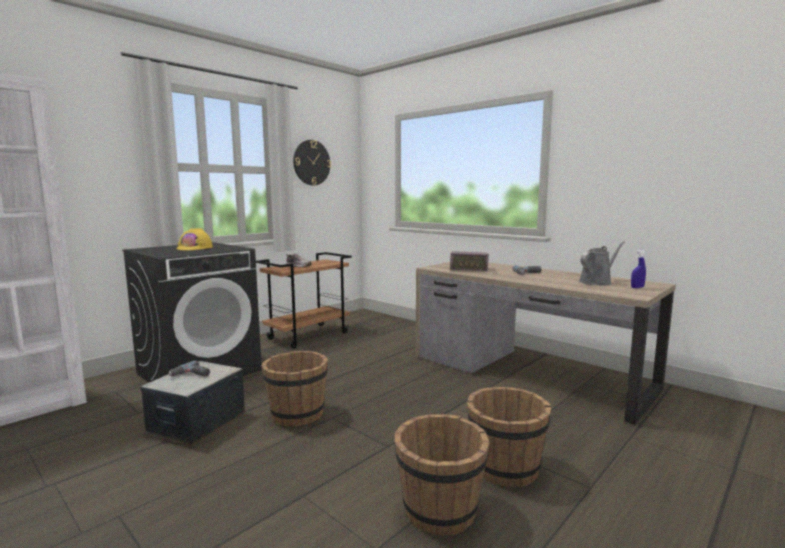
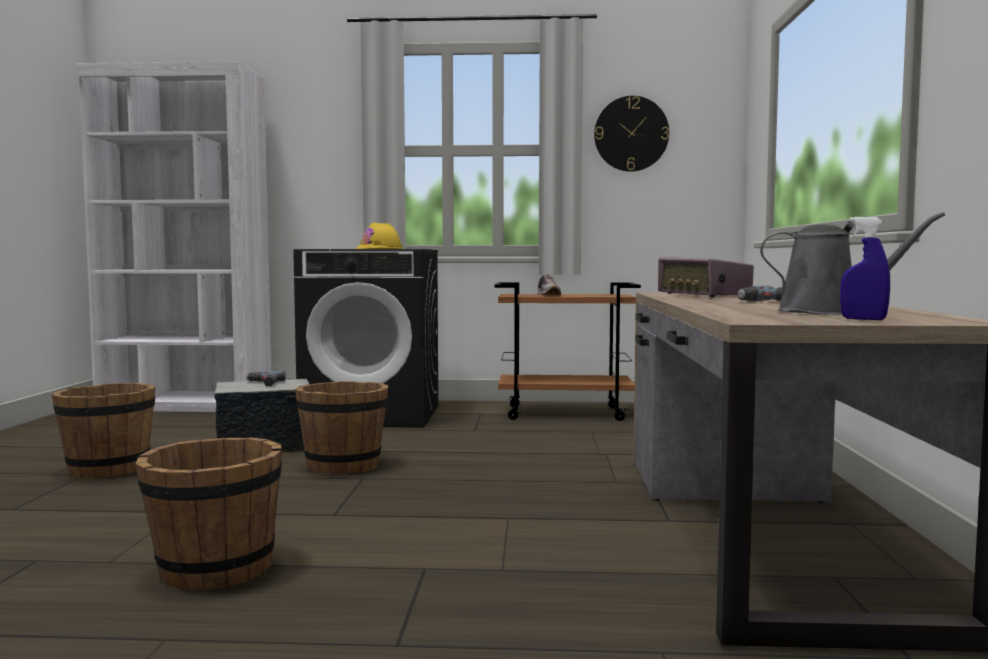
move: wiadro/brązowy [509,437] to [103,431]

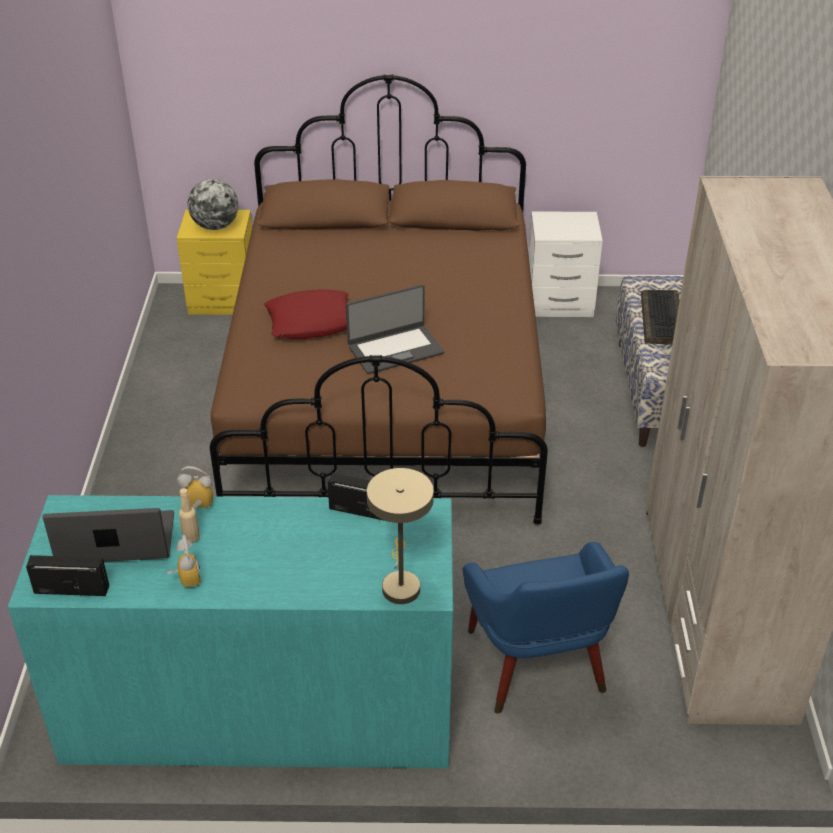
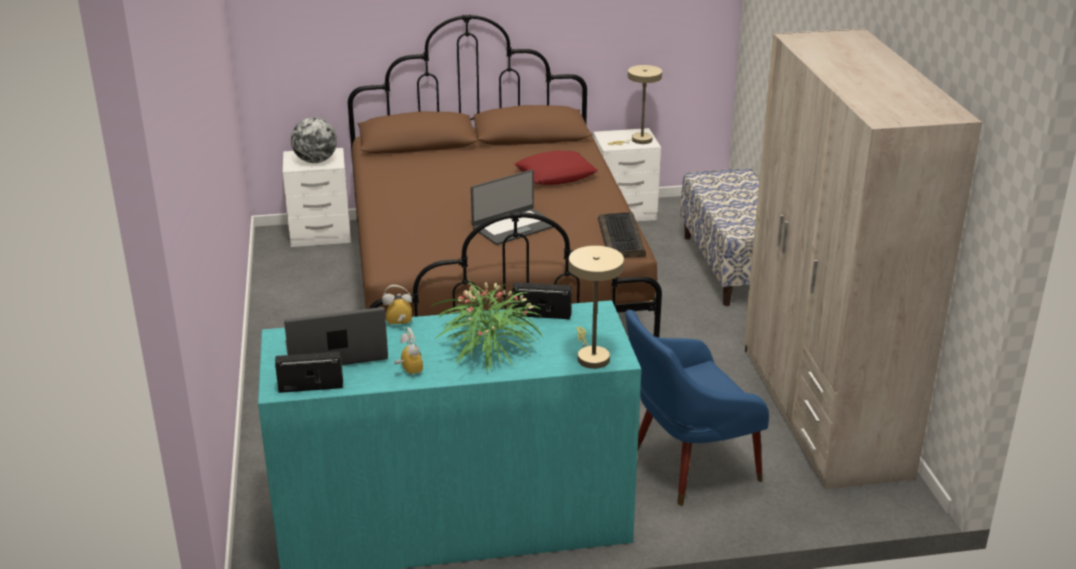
delete: butelka/beżowy [189,515]
insert: roślina doniczkowa [486,324]; lampa stołowa/beżowy [635,105]
move: poduszka/czerwony [306,314] to [556,168]; klawiatura [660,317] to [622,234]
recolor: szafka nocna/żółty [214,262] to szafka nocna/biały [317,197]
rotate: fotel/niebieski [546,628] = [697,408] 90 degrees clockwise

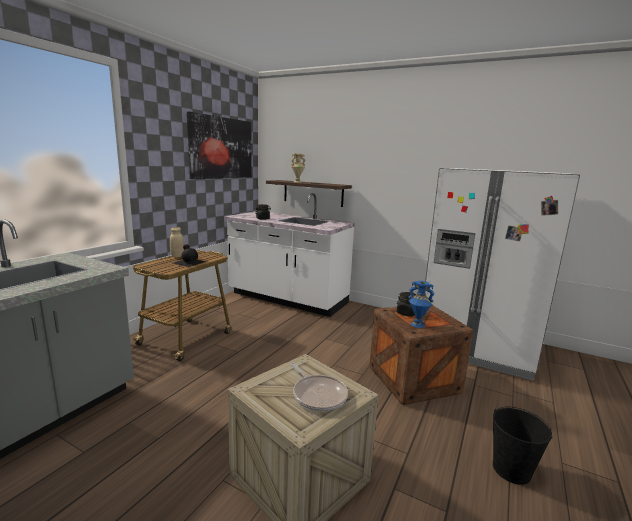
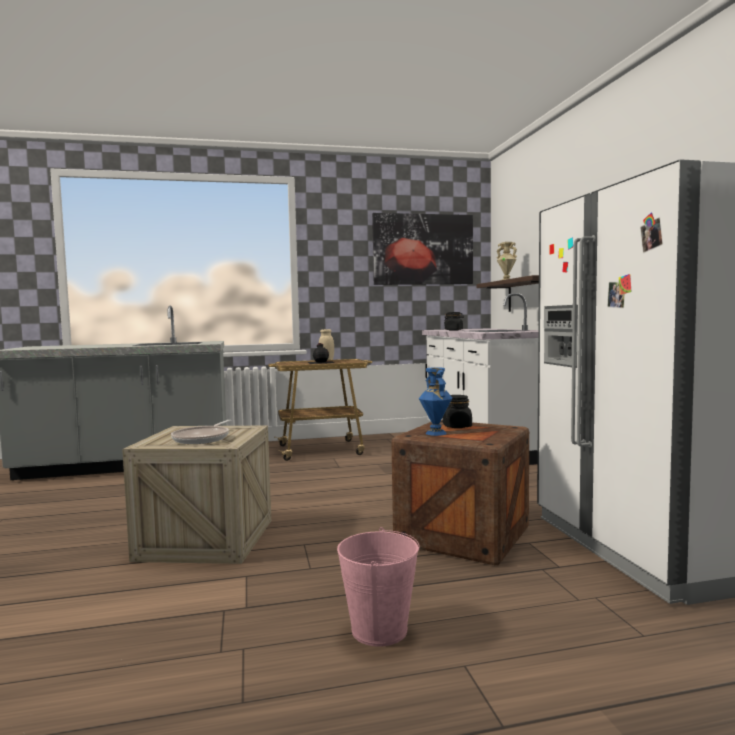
recolor: wiadro/czarny [522,446] to wiadro/różowy [378,587]

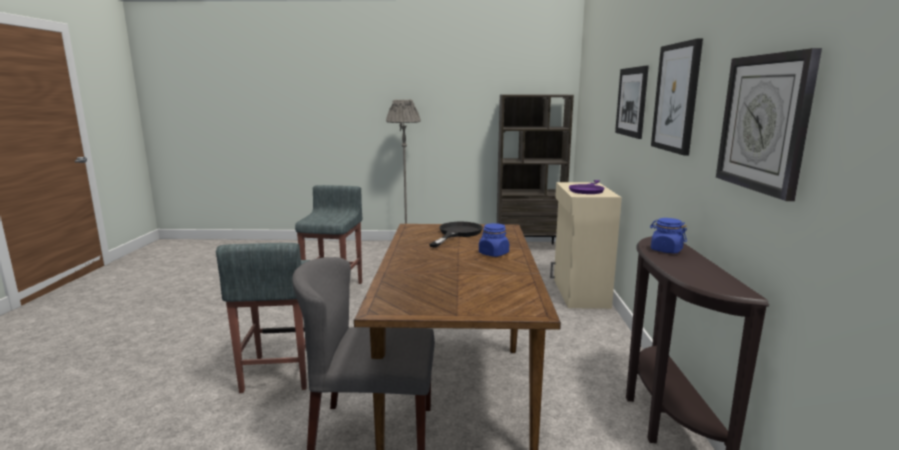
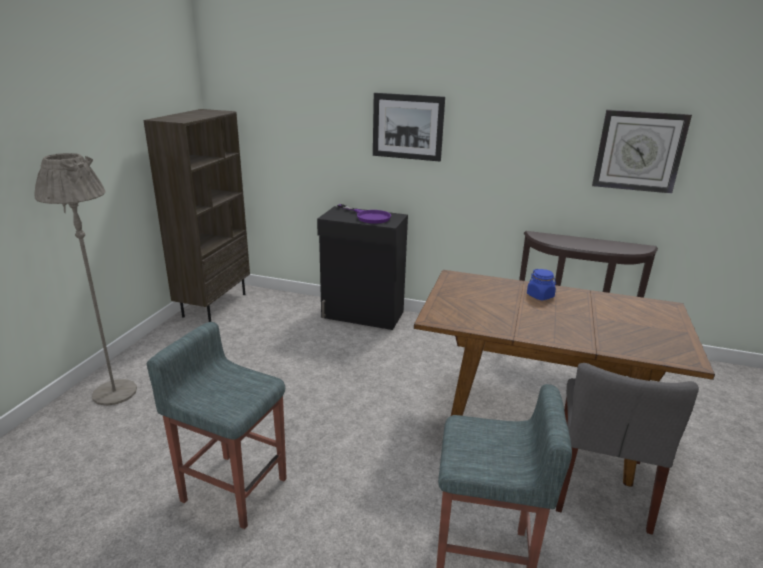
delete: patelnia/czarny [456,235]; słoik/niebieski [668,235]; obraz [677,97]
recolor: szafka/beżowy [586,245] to szafka/czarny [362,268]

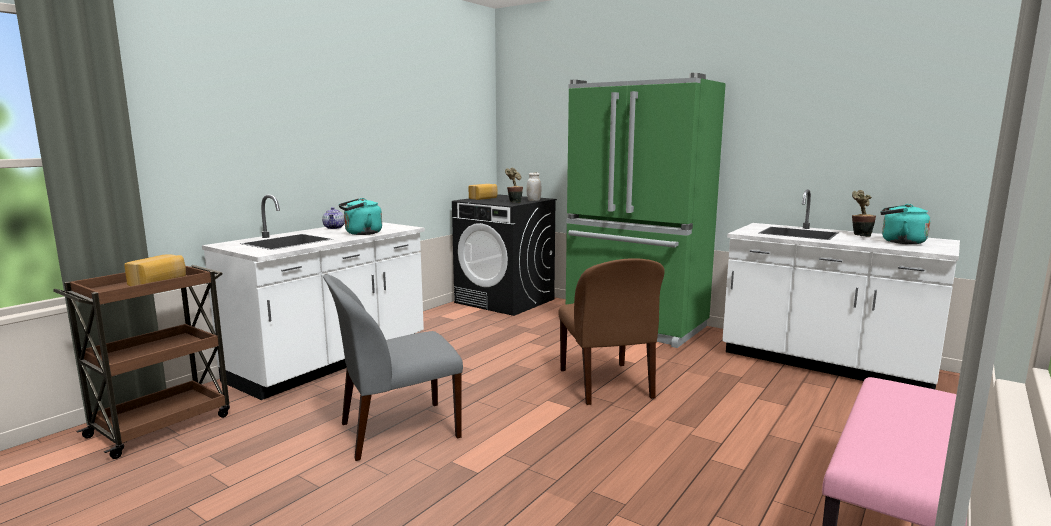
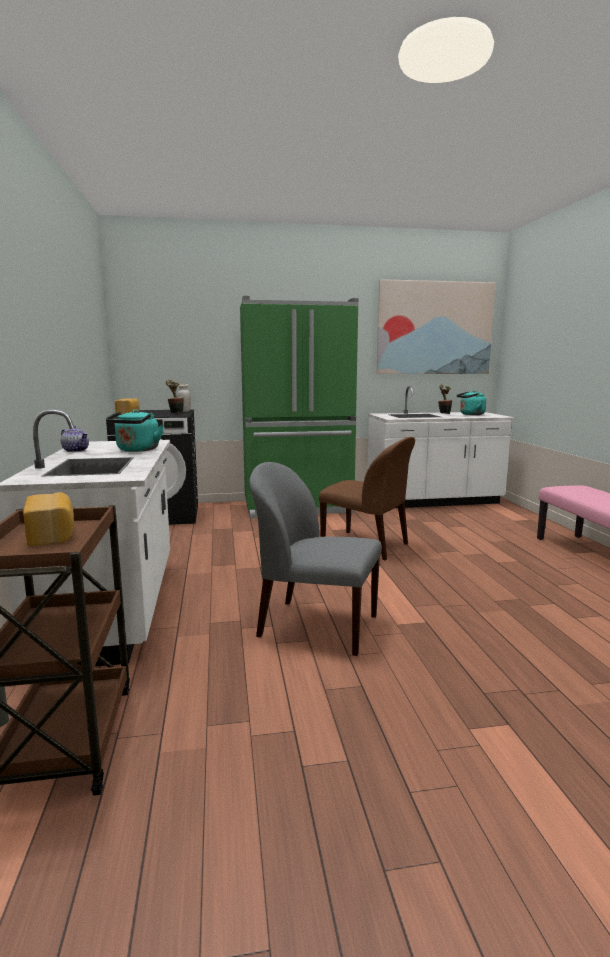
insert: obraz [436,326]
rotate: krzesło/szary [393,368] = [315,559] 90 degrees clockwise

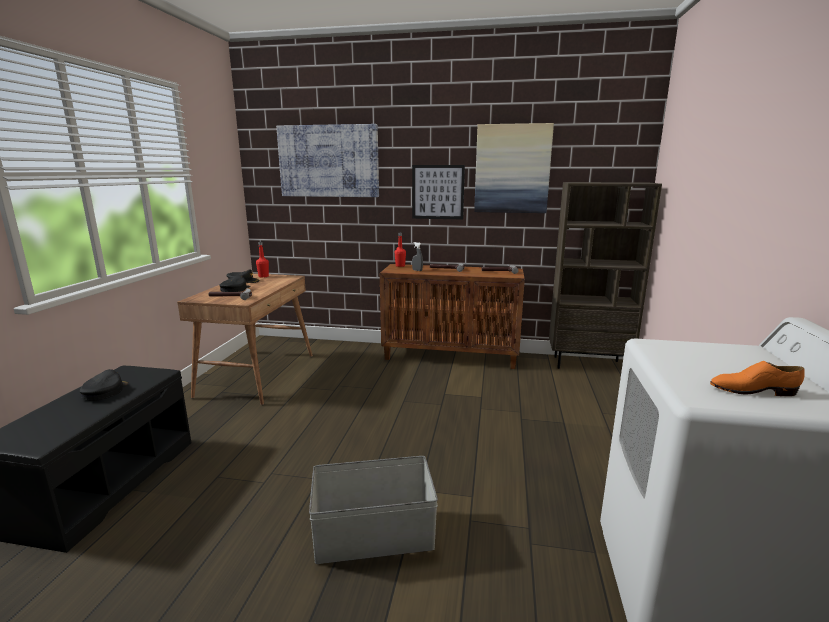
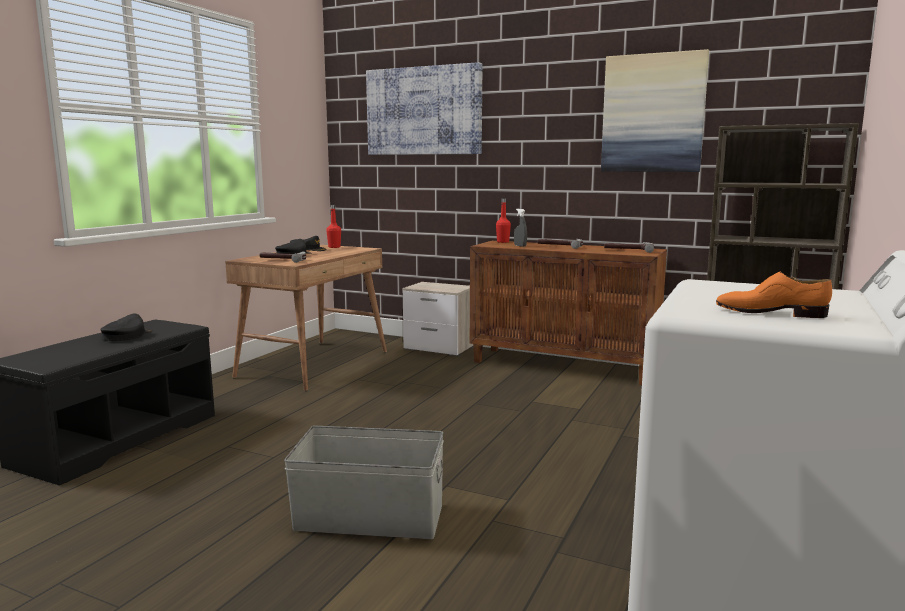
delete: obraz [438,192]
insert: szafka nocna [437,319]

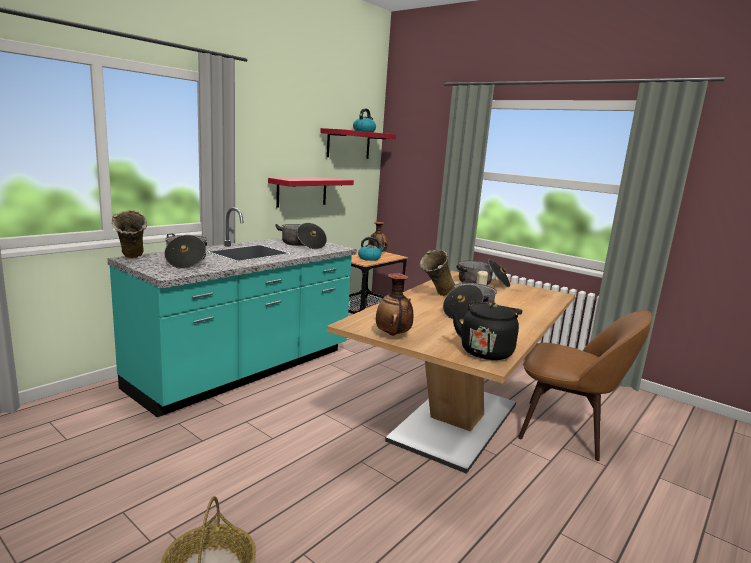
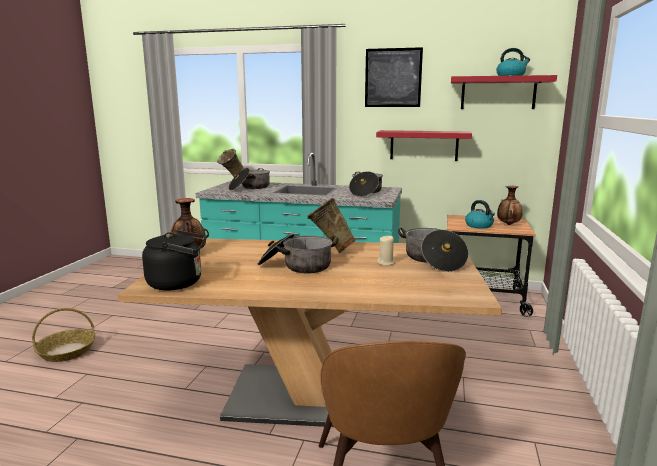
insert: obraz [394,77]

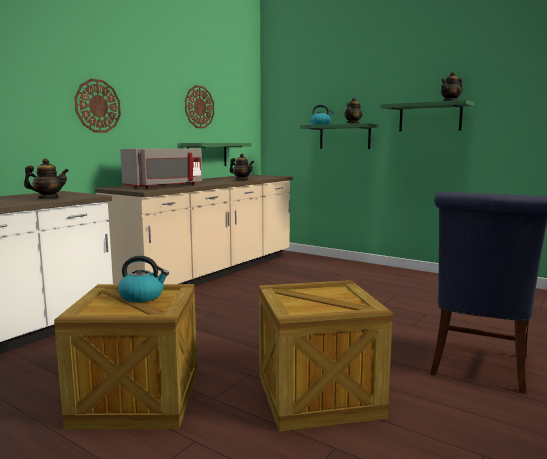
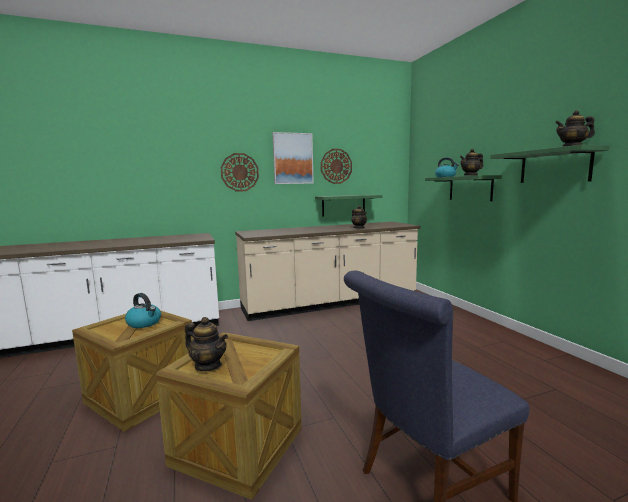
delete: mikrofalówka/szary [161,168]
insert: obraz [292,158]
move: imbryk [46,178] to [206,344]

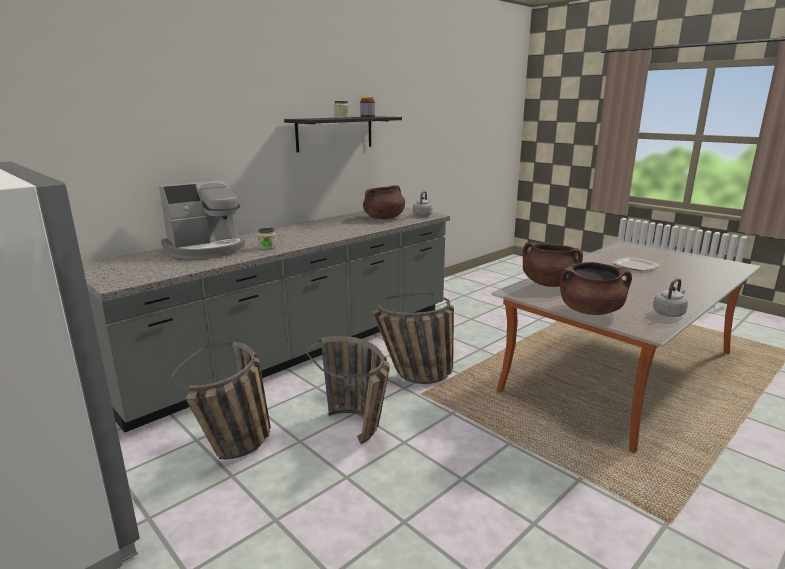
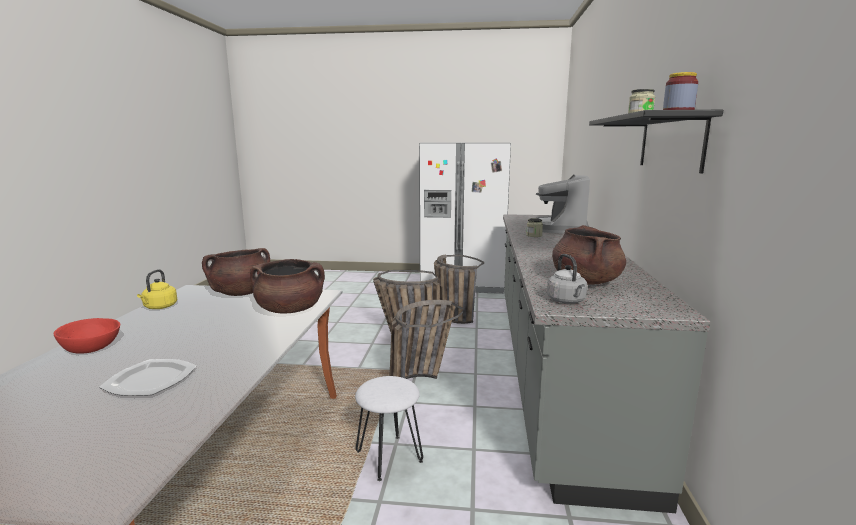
insert: miska/czerwony [87,336]; stołek/biały [389,428]
recolor: czajnik/szary [670,297] to czajnik/żółty [157,289]

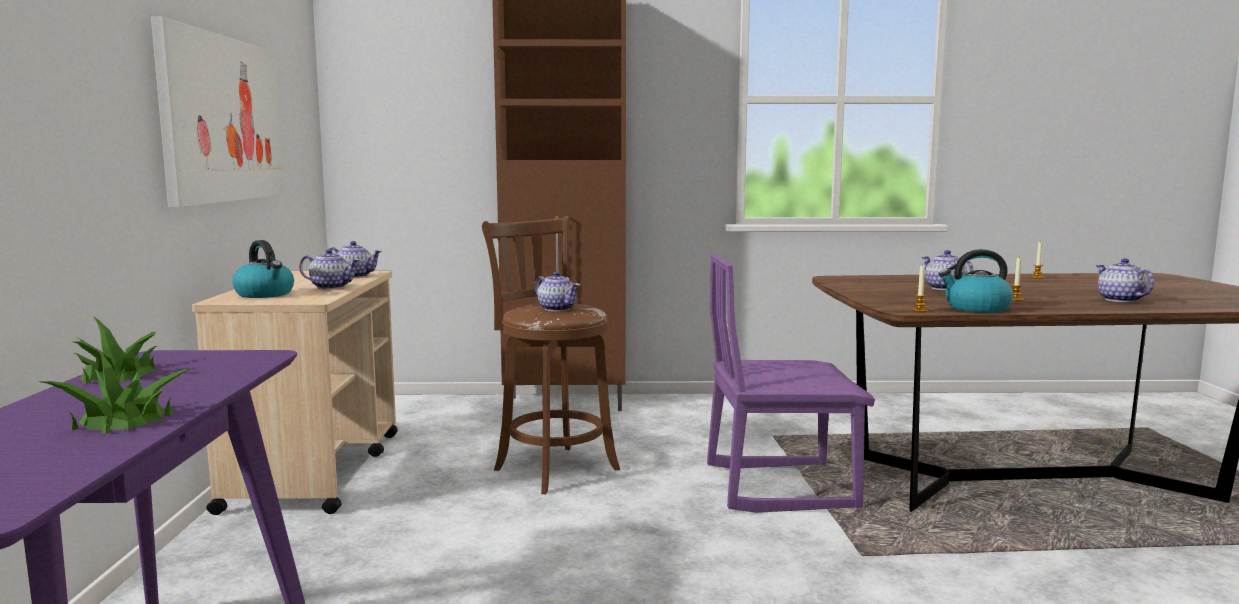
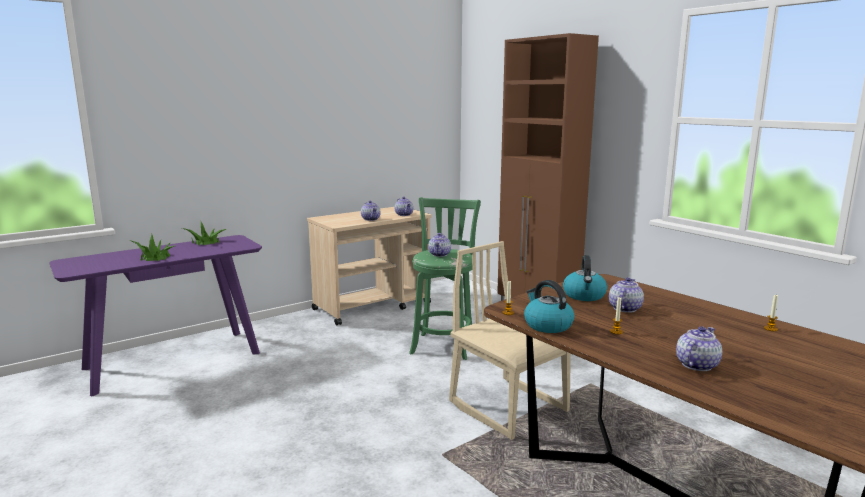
delete: obraz [217,111]
move: czajnik [263,269] to [585,278]
recolor: stołek/brązowy [551,355] to stołek/zielony [445,278]; krzesło/fioletowy [791,383] to krzesło/beżowy [510,340]

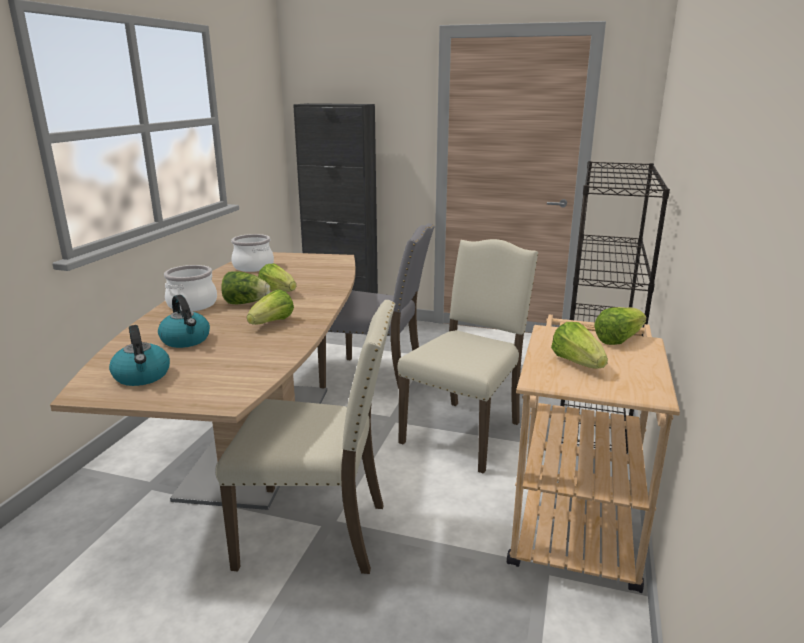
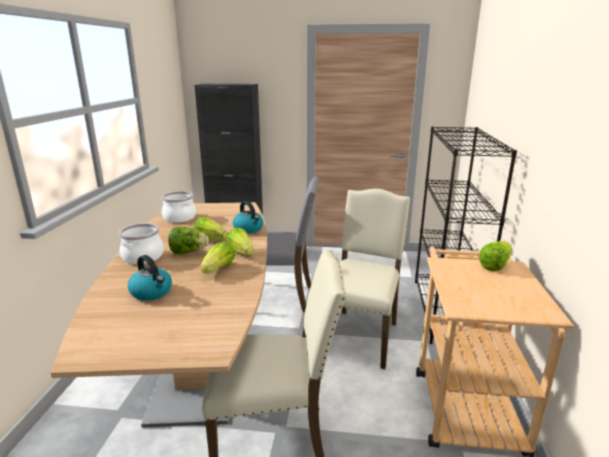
move: czajnik [139,355] to [248,217]; sałata [579,345] to [240,241]

